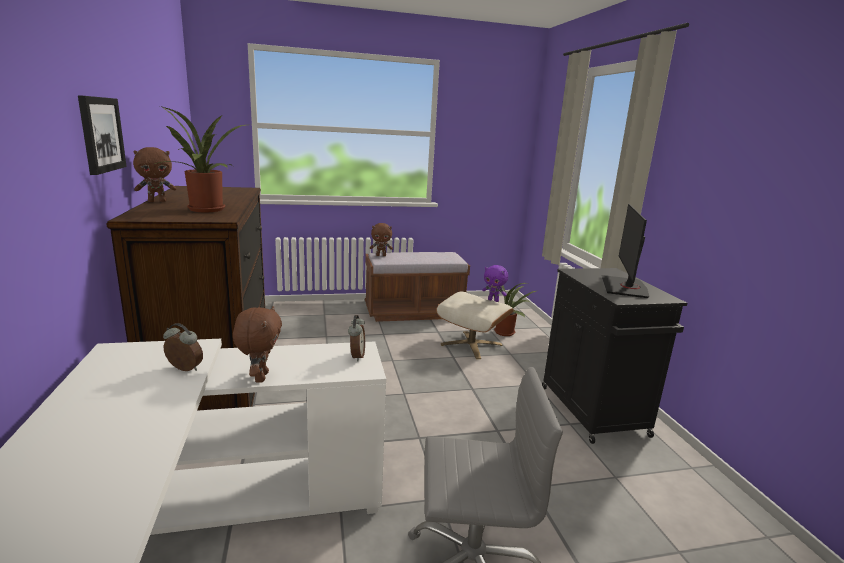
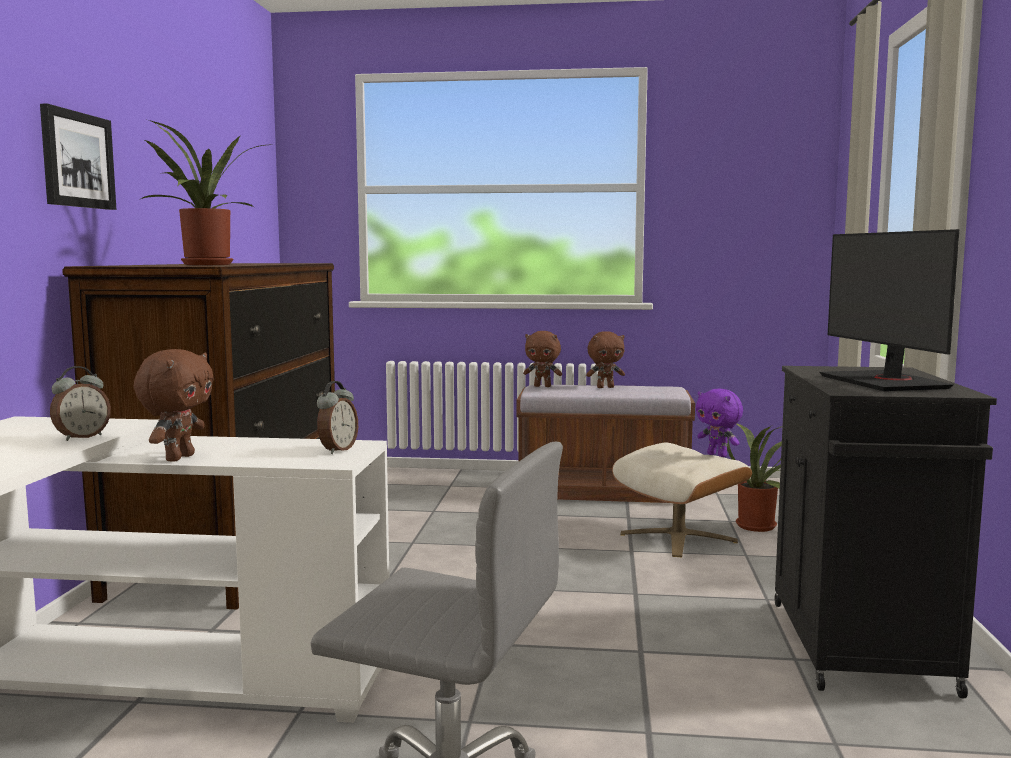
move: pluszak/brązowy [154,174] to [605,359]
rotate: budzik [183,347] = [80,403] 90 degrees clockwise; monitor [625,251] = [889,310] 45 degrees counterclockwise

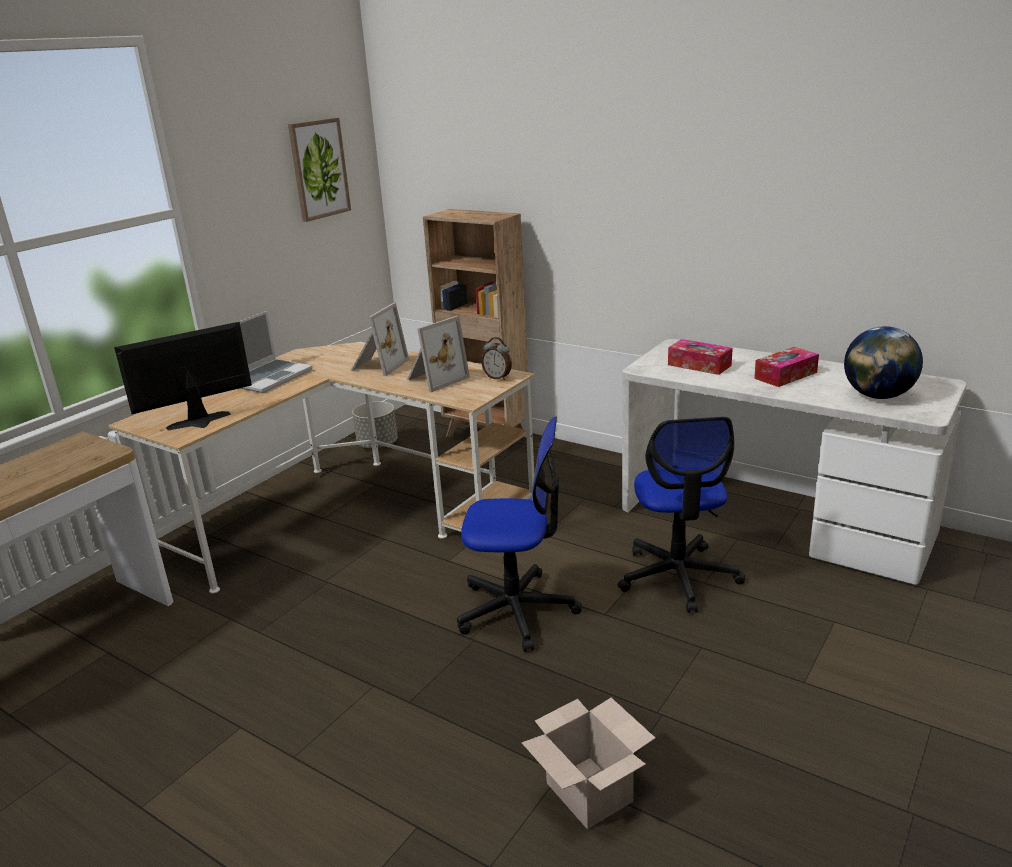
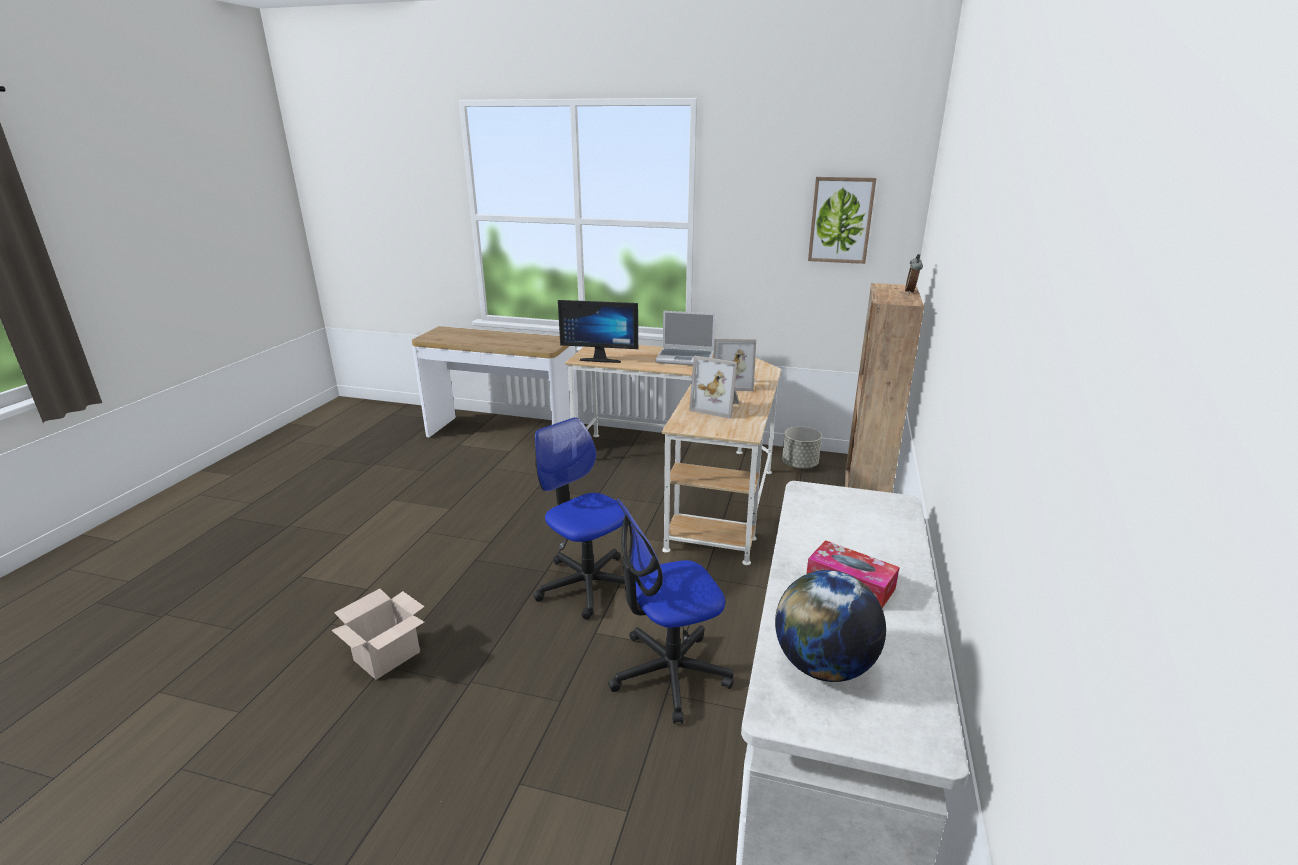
delete: pudełko chusteczek [700,357]
move: budzik [496,358] to [914,274]
rotate: monitor [183,376] = [598,331] 150 degrees clockwise; krzesło biurowe [519,534] = [581,518] 150 degrees clockwise

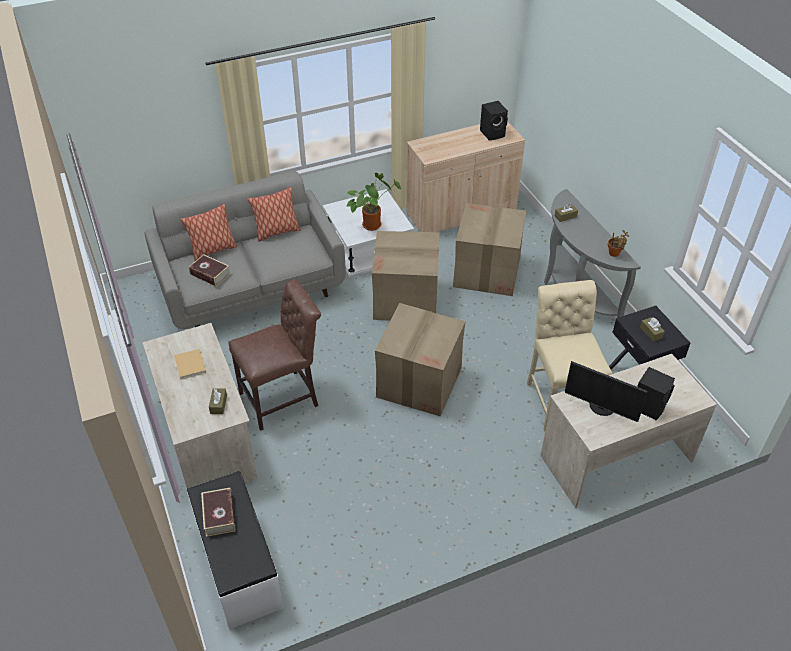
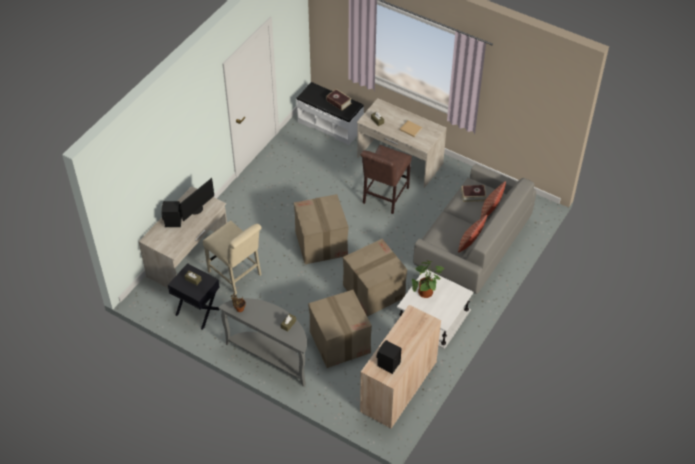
rotate: monitor [606,391] = [197,199] 135 degrees clockwise

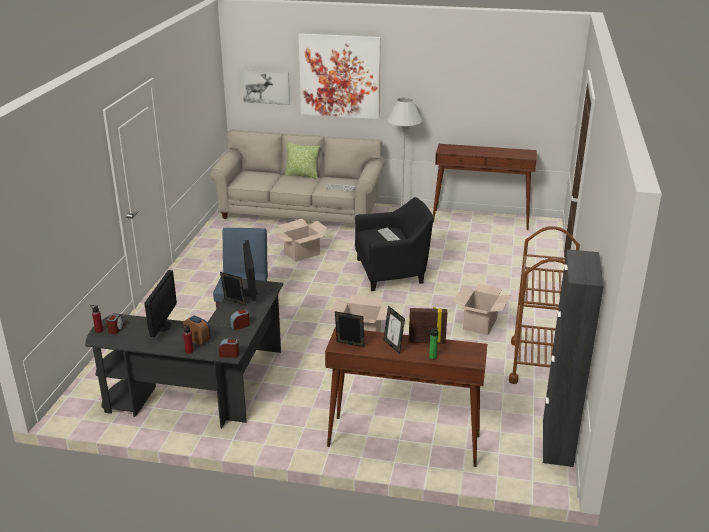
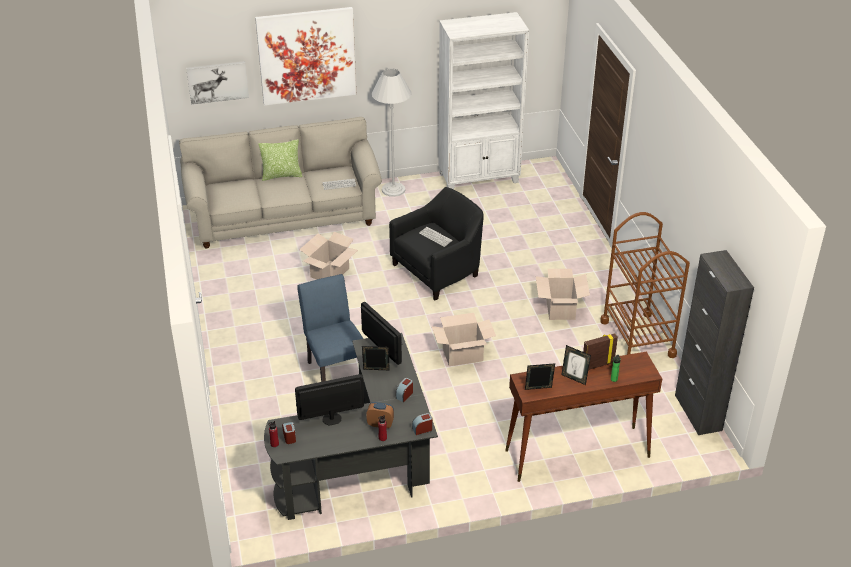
replace: stolik konsolowy/brązowy [485,187] to regał/biały [483,100]
rotate: monitor [160,303] = [329,400] 90 degrees counterclockwise

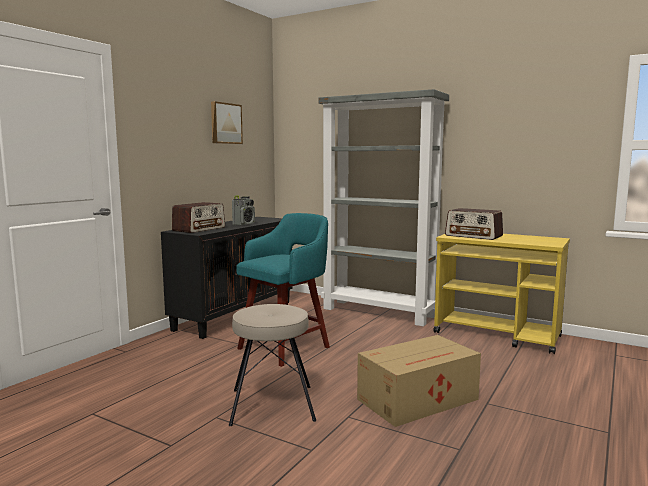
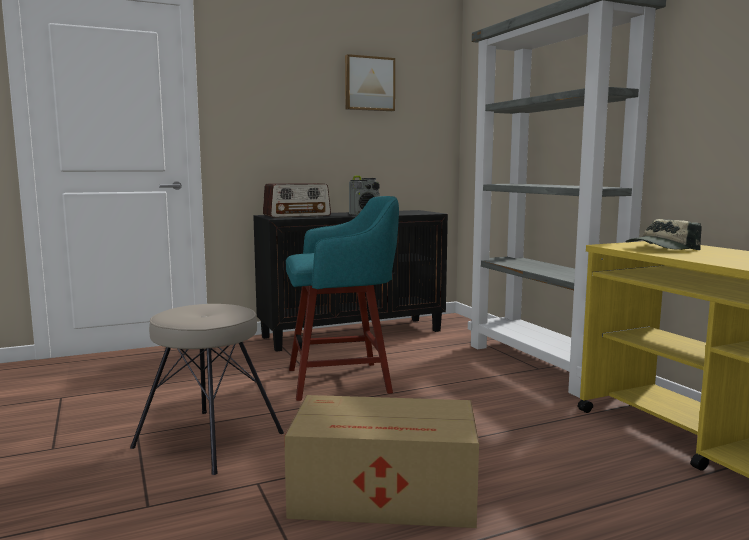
replace: radio [474,224] to czapka z daszkiem [664,234]

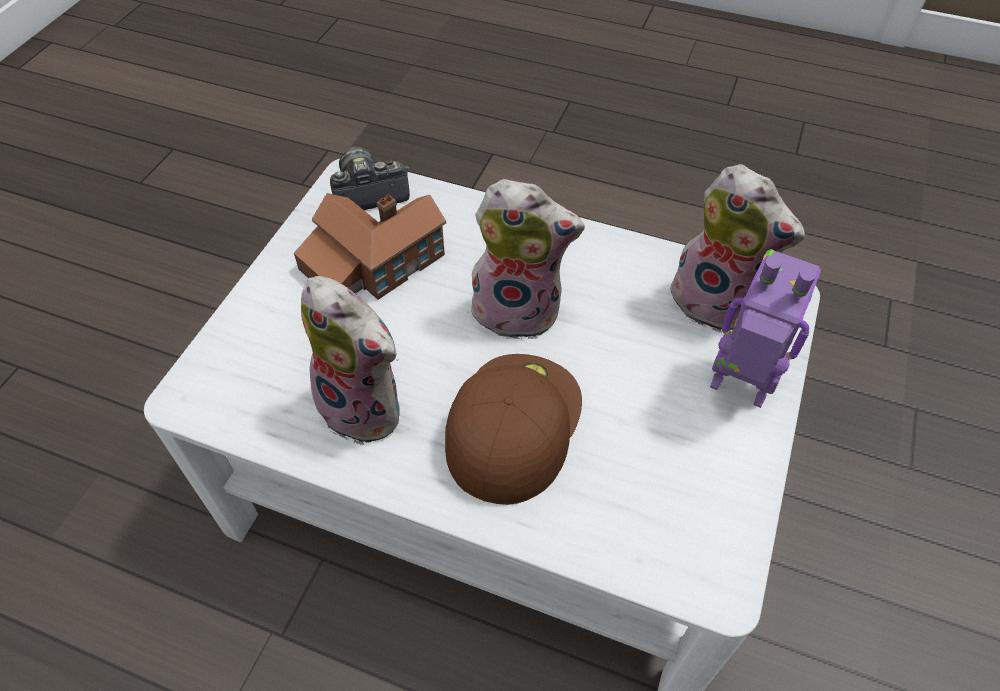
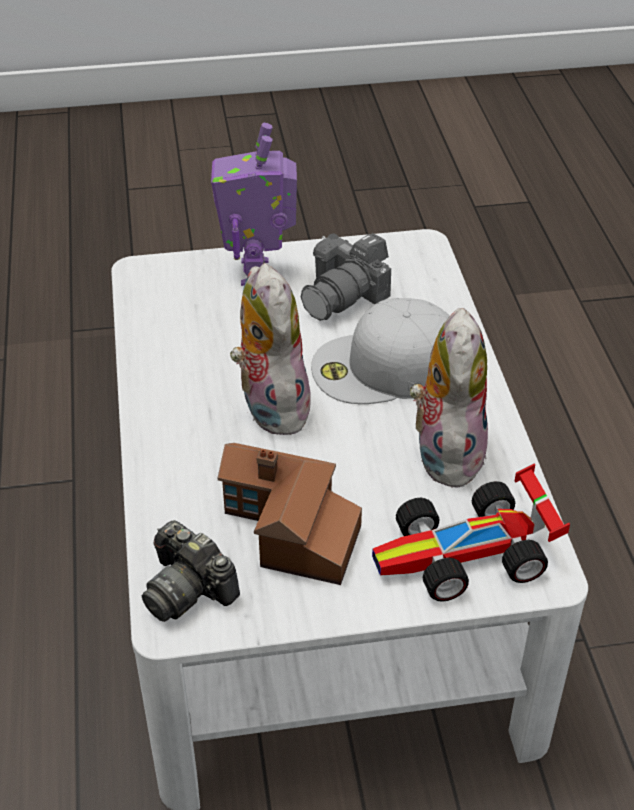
delete: pluszak [737,248]
insert: aparat fotograficzny [346,277]; samochodzik [471,532]
recolor: czapka z daszkiem/brązowy [513,429] to czapka z daszkiem/biały [380,351]

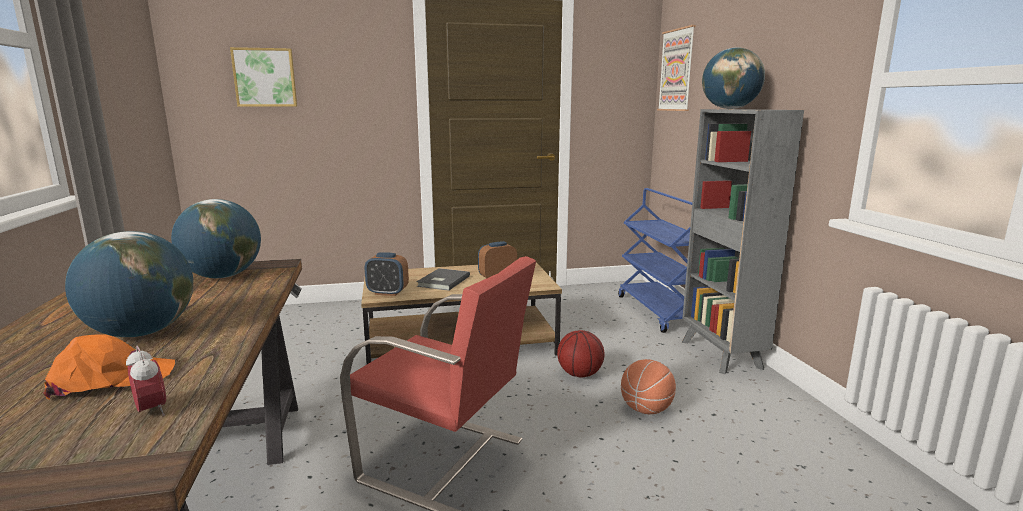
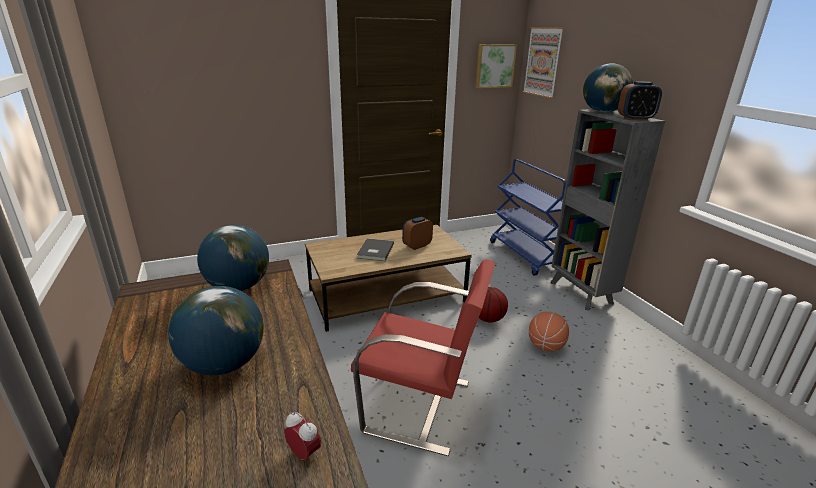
delete: czapka z daszkiem/pomarańczowy [109,366]
move: obraz [263,77] to [496,66]; budzik [387,274] to [640,101]

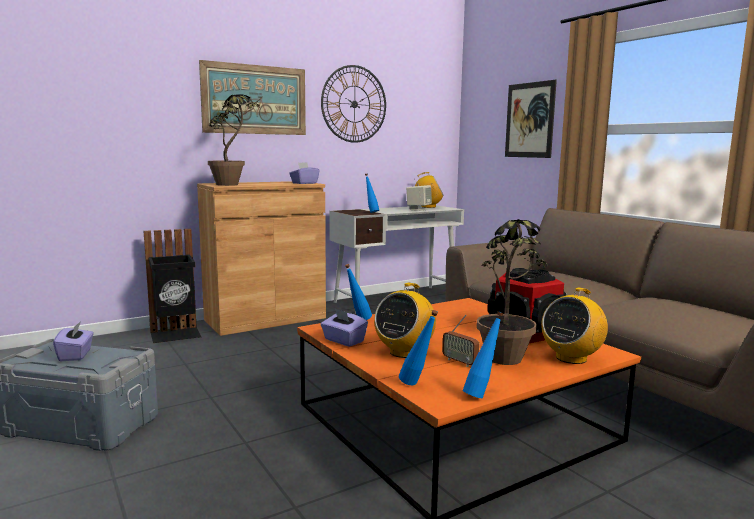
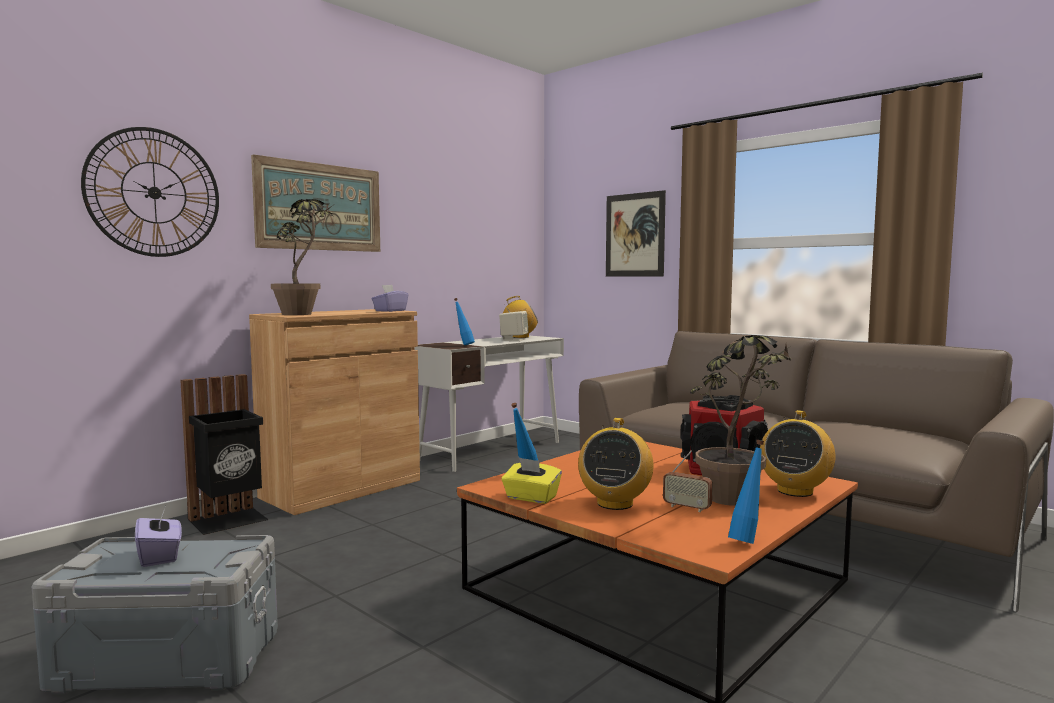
delete: butelka/niebieski [418,347]
move: zegar ścienny [353,104] to [150,192]
recolor: pudełko chusteczek/fioletowy [344,328] to pudełko chusteczek/żółty [532,480]

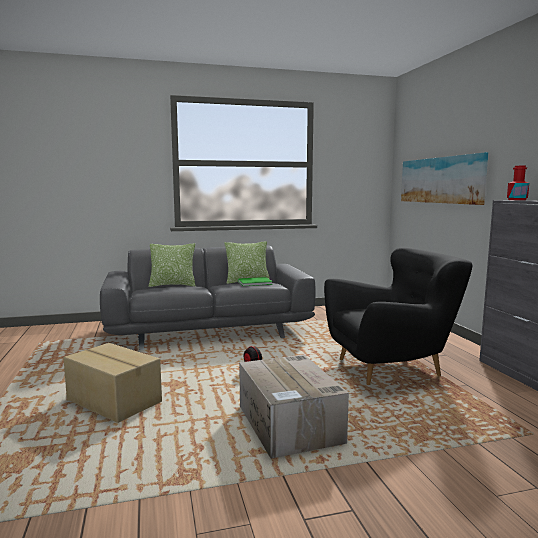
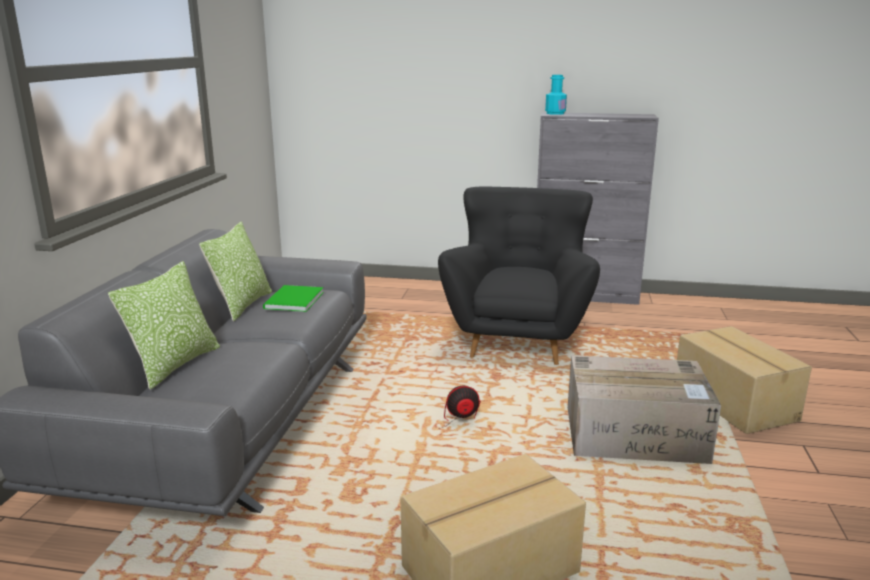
delete: obraz [444,178]
insert: karton [744,380]
recolor: butelka/czerwony [518,183] to butelka/turkusowy [556,95]

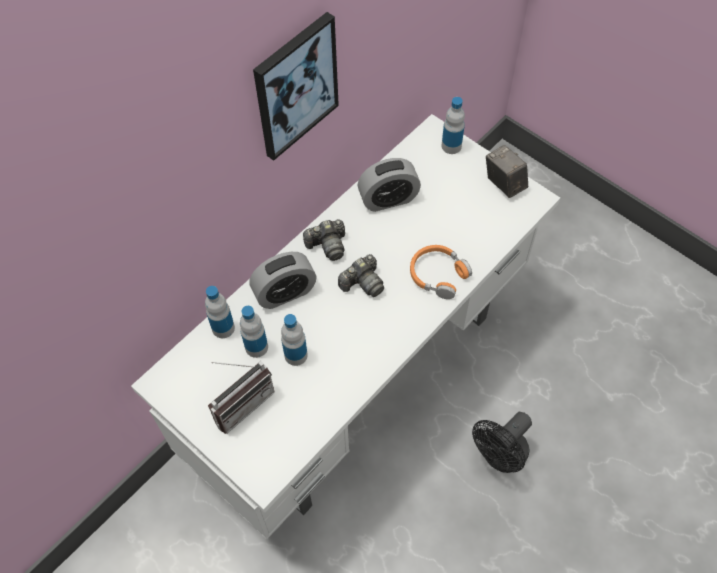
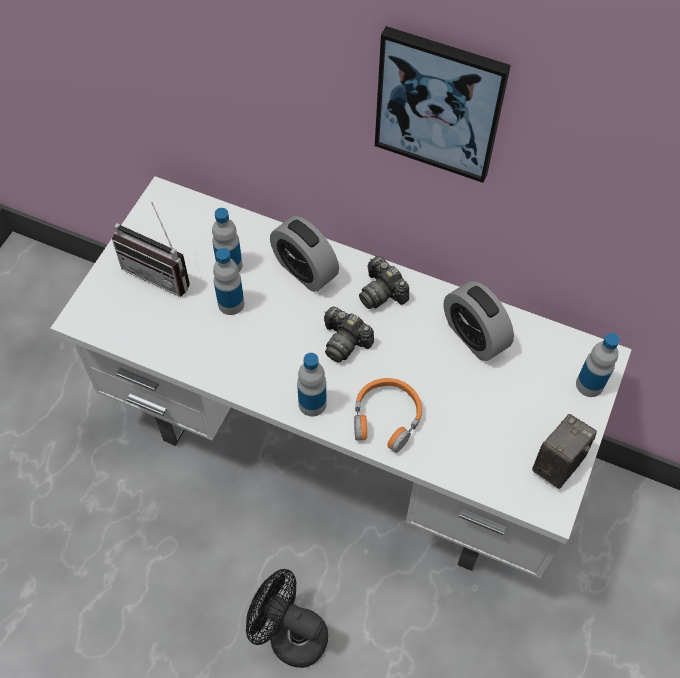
move: butelka [220,312] to [311,385]

